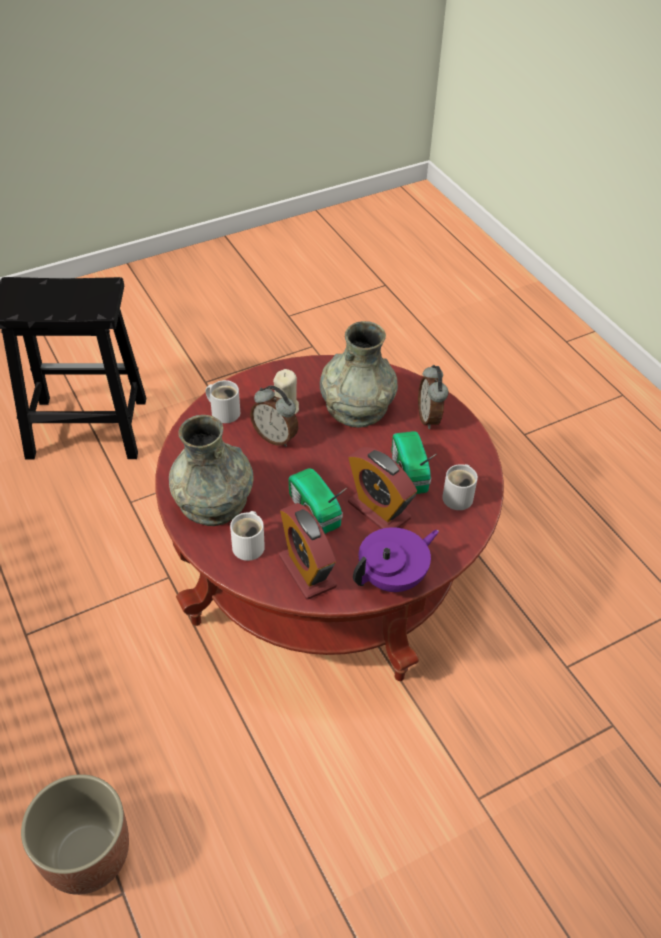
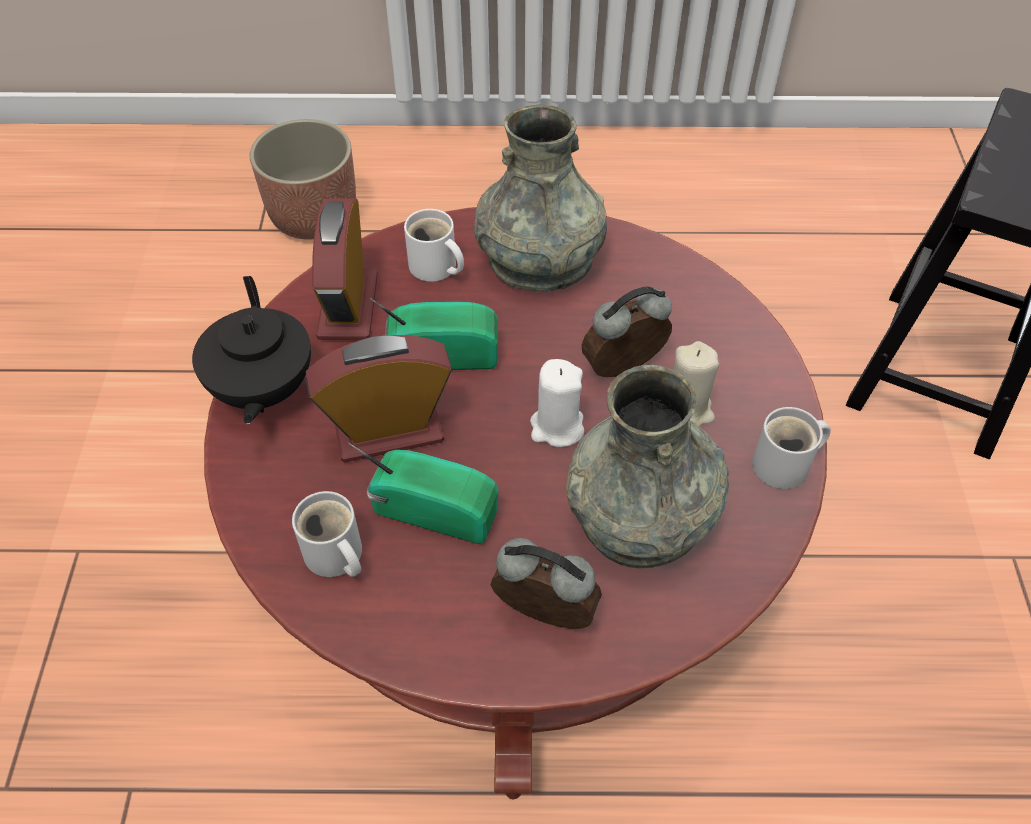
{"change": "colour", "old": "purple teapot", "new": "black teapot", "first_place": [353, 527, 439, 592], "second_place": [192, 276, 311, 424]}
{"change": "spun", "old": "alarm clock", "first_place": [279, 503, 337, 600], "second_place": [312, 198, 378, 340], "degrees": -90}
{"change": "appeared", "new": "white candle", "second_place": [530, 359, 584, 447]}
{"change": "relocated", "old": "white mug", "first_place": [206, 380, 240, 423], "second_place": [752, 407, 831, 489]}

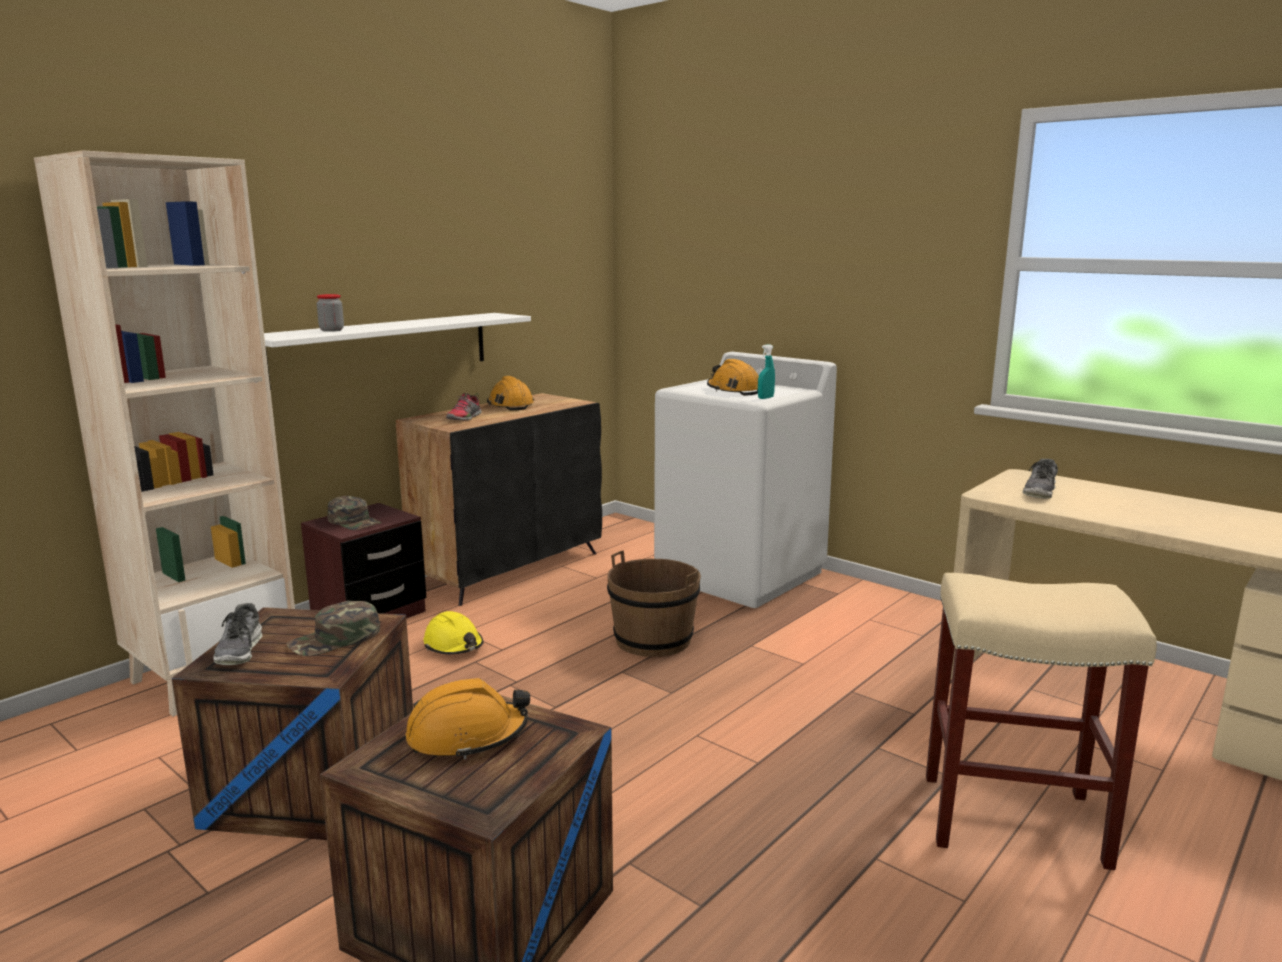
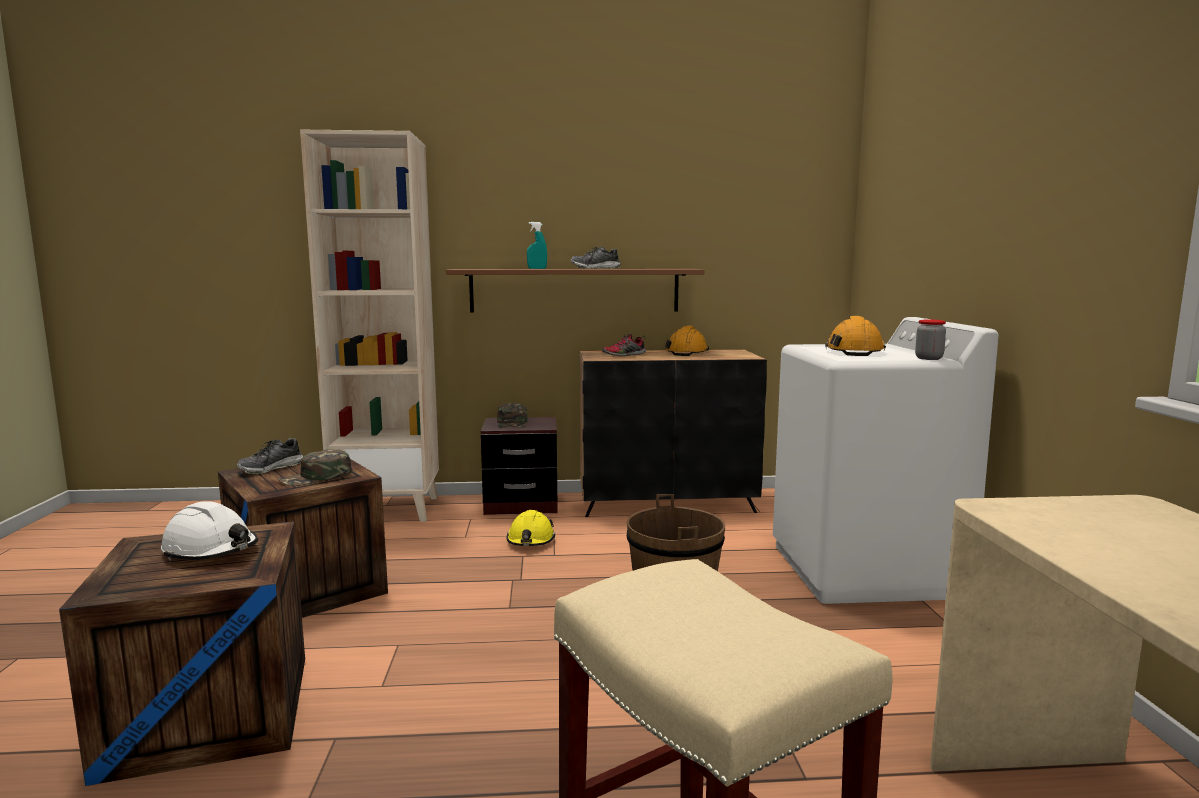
{"change": "colour", "old": "orange hard hat", "new": "white hard hat", "first_place": [406, 678, 530, 760], "second_place": [161, 501, 258, 561]}
{"change": "spun", "old": "green cap", "first_place": [286, 601, 380, 656], "second_place": [278, 449, 352, 486], "degrees": -45}
{"change": "colour", "old": "white shelf", "new": "brown shelf", "first_place": [264, 313, 531, 390], "second_place": [446, 269, 705, 313]}
{"change": "relocated", "old": "turquoise spray bottle", "first_place": [758, 344, 775, 399], "second_place": [527, 222, 547, 269]}
{"change": "relocated", "old": "shoe", "first_place": [1022, 459, 1058, 499], "second_place": [571, 246, 621, 269]}
{"change": "relocated", "old": "jar", "first_place": [317, 294, 344, 332], "second_place": [915, 319, 946, 360]}

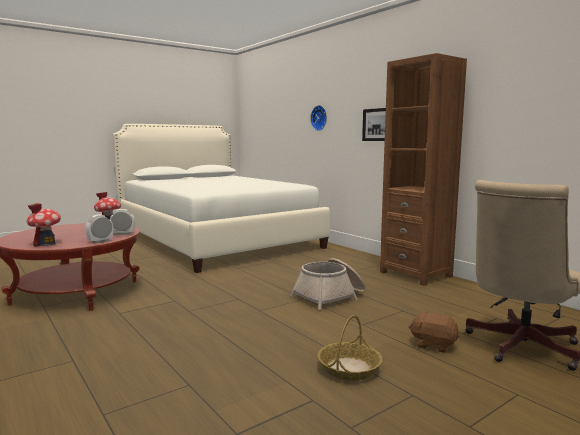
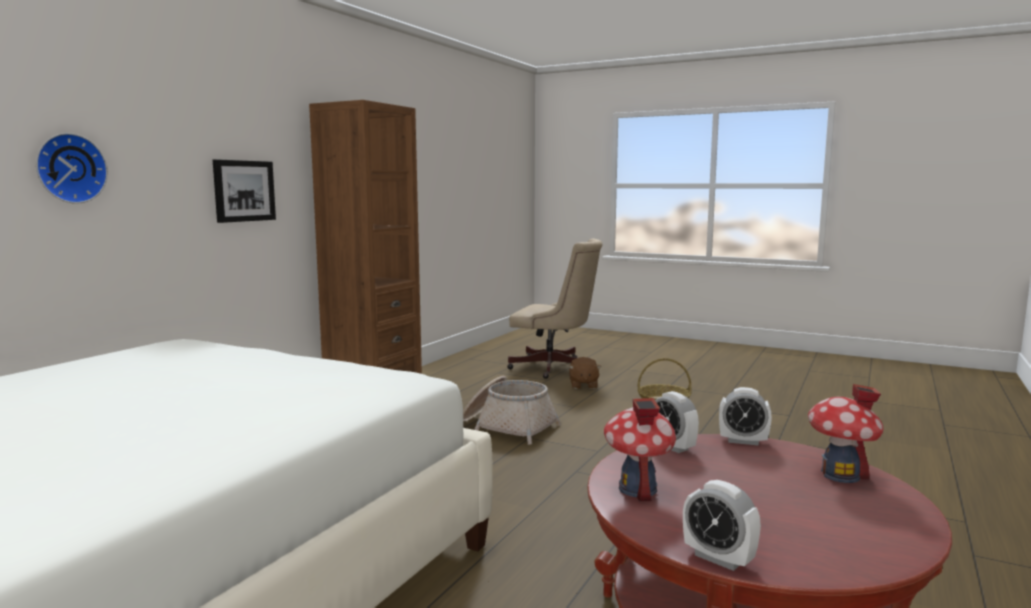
{"change": "appeared", "new": "alarm clock", "second_place": [683, 480, 761, 571]}

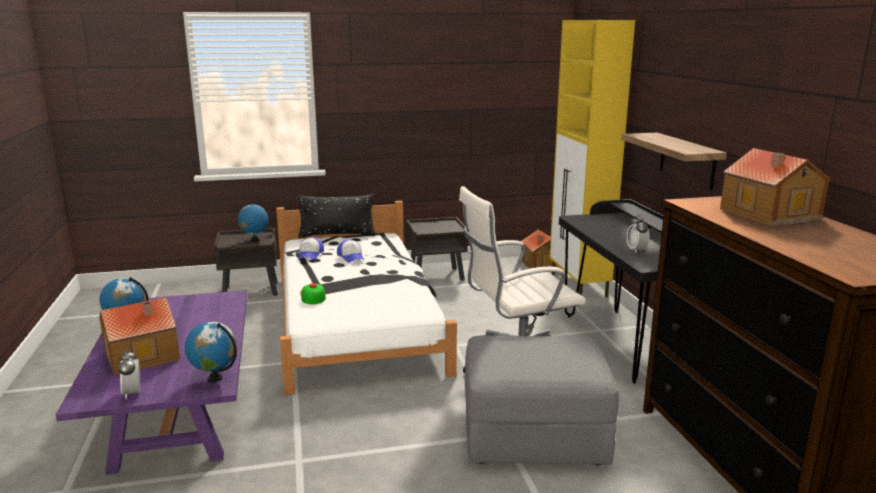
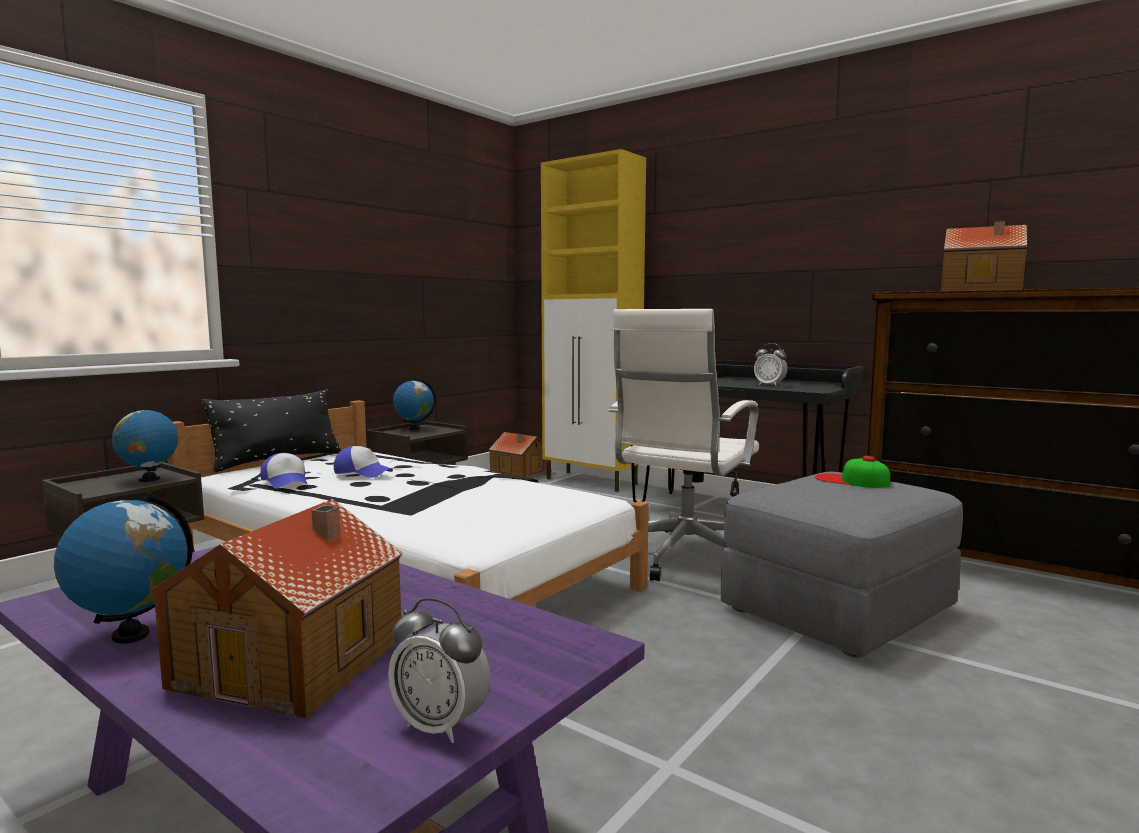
{"change": "relocated", "old": "globe", "first_place": [185, 322, 237, 383], "second_place": [393, 379, 436, 430]}
{"change": "relocated", "old": "cap", "first_place": [300, 283, 326, 304], "second_place": [815, 456, 890, 488]}
{"change": "missing", "old": "shelf", "first_place": [621, 133, 727, 190]}

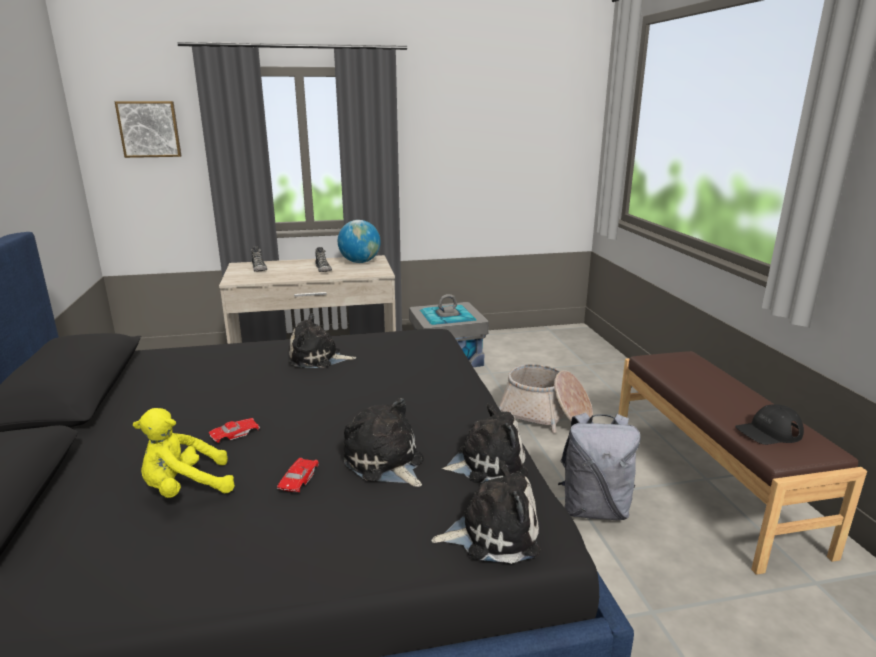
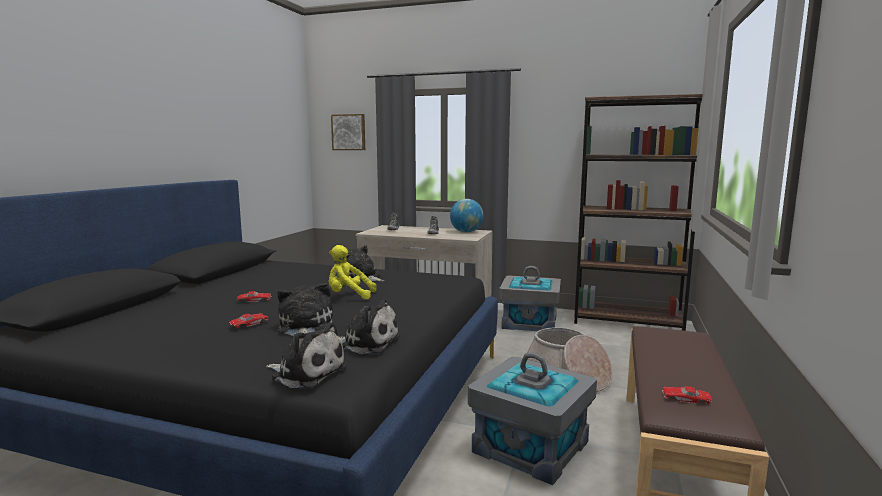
{"change": "relocated", "old": "yellow plush toy", "first_place": [133, 408, 235, 498], "second_place": [329, 245, 377, 300]}
{"change": "exchanged", "old": "grey backpack", "new": "grey storage box", "first_place": [558, 413, 641, 520], "second_place": [468, 353, 597, 485]}
{"change": "appeared", "new": "brown bookcase", "second_place": [574, 94, 703, 331]}
{"change": "exchanged", "old": "black cap", "new": "red toy car", "first_place": [735, 404, 804, 445], "second_place": [662, 386, 712, 404]}

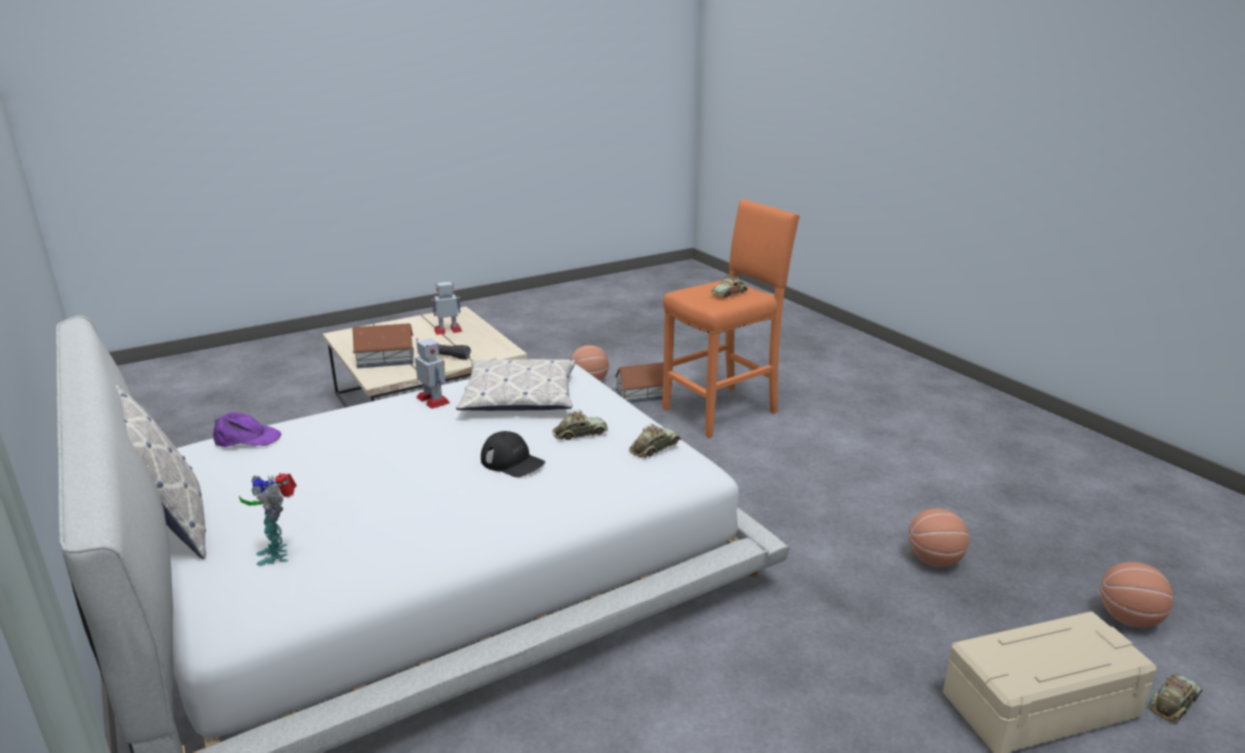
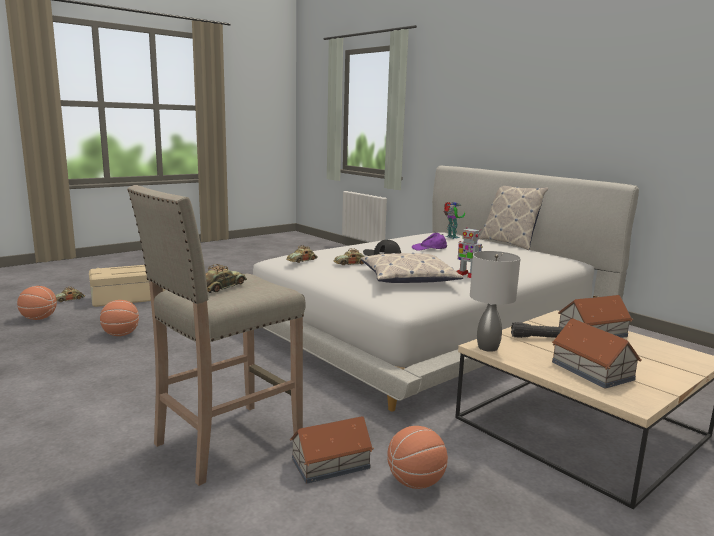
{"change": "colour", "old": "orange stool", "new": "beige stool", "first_place": [662, 199, 800, 438], "second_place": [127, 185, 306, 486]}
{"change": "relocated", "old": "purple cap", "first_place": [213, 412, 281, 447], "second_place": [412, 233, 447, 251]}
{"change": "appeared", "new": "grey table lamp", "second_place": [470, 251, 521, 352]}
{"change": "exchanged", "old": "toy robot", "new": "toy house", "first_place": [432, 281, 462, 335], "second_place": [552, 318, 642, 389]}

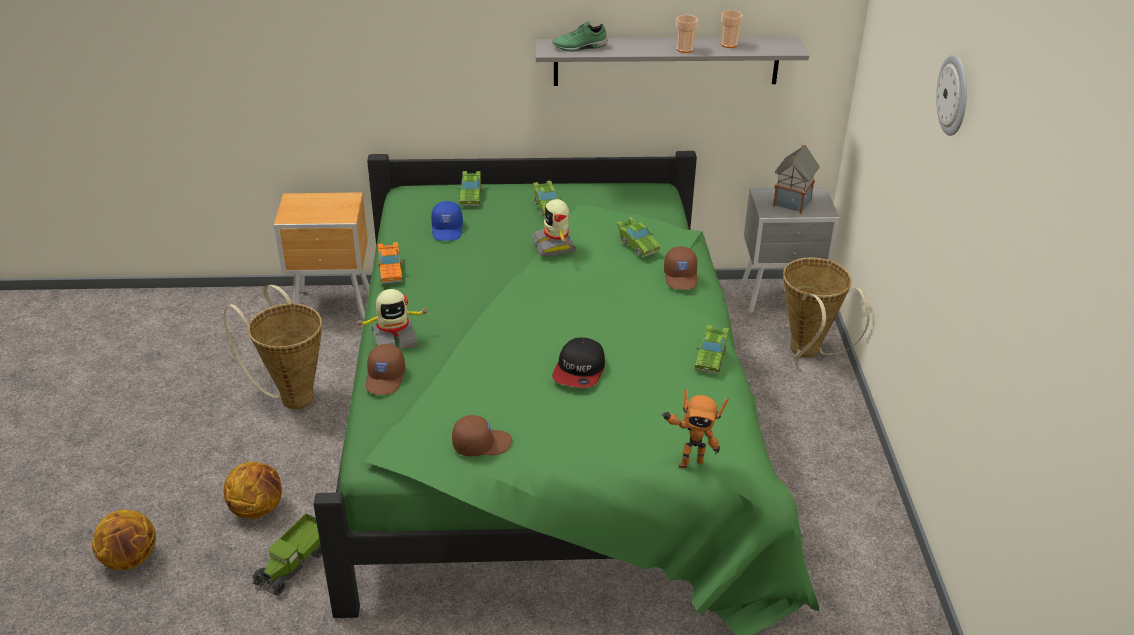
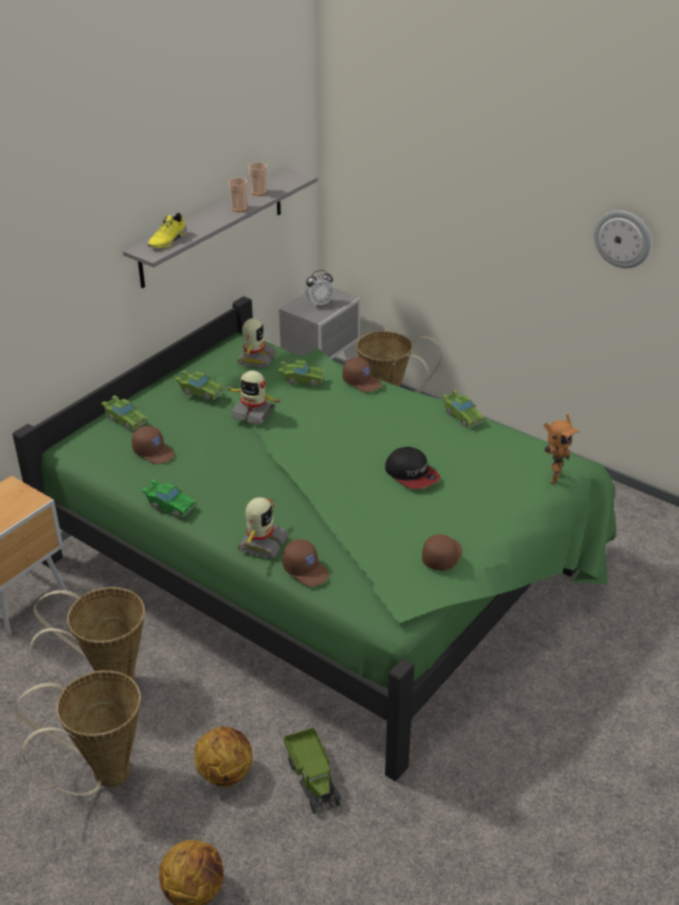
{"change": "appeared", "new": "basket", "second_place": [15, 670, 141, 796]}
{"change": "colour", "old": "blue cap", "new": "brown cap", "first_place": [431, 201, 463, 241], "second_place": [132, 426, 175, 464]}
{"change": "colour", "old": "orange toy car", "new": "green toy car", "first_place": [377, 242, 403, 284], "second_place": [142, 479, 196, 518]}
{"change": "colour", "old": "green shoe", "new": "yellow shoe", "first_place": [552, 21, 608, 51], "second_place": [148, 213, 187, 248]}
{"change": "appeared", "new": "toy robot", "second_place": [237, 318, 276, 368]}
{"change": "exchanged", "old": "toy house", "new": "alarm clock", "first_place": [773, 144, 820, 214], "second_place": [305, 270, 334, 307]}
{"change": "relocated", "old": "wall clock", "first_place": [936, 54, 967, 136], "second_place": [594, 210, 651, 268]}

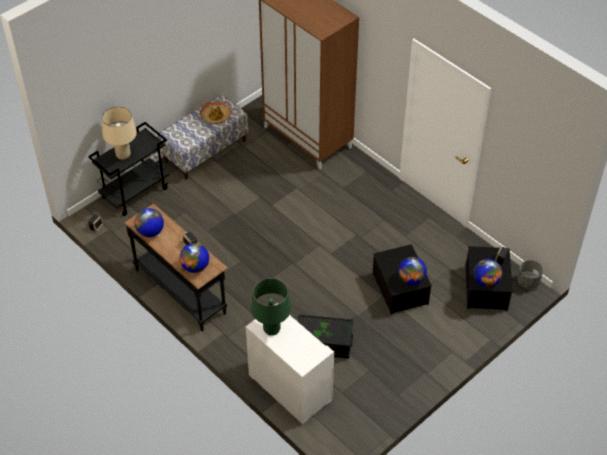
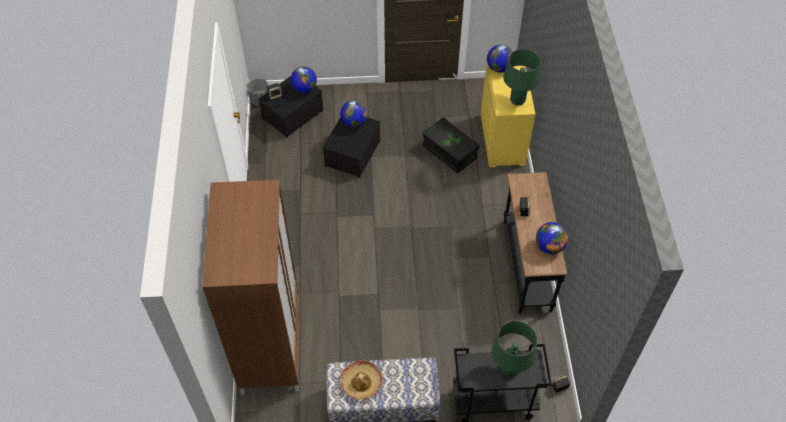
{"change": "colour", "old": "white dresser", "new": "yellow dresser", "first_place": [246, 304, 334, 425], "second_place": [480, 63, 535, 167]}
{"change": "relocated", "old": "globe", "first_place": [180, 243, 209, 273], "second_place": [487, 45, 513, 73]}
{"change": "colour", "old": "beige table lamp", "new": "green table lamp", "first_place": [102, 106, 137, 160], "second_place": [492, 321, 537, 377]}

